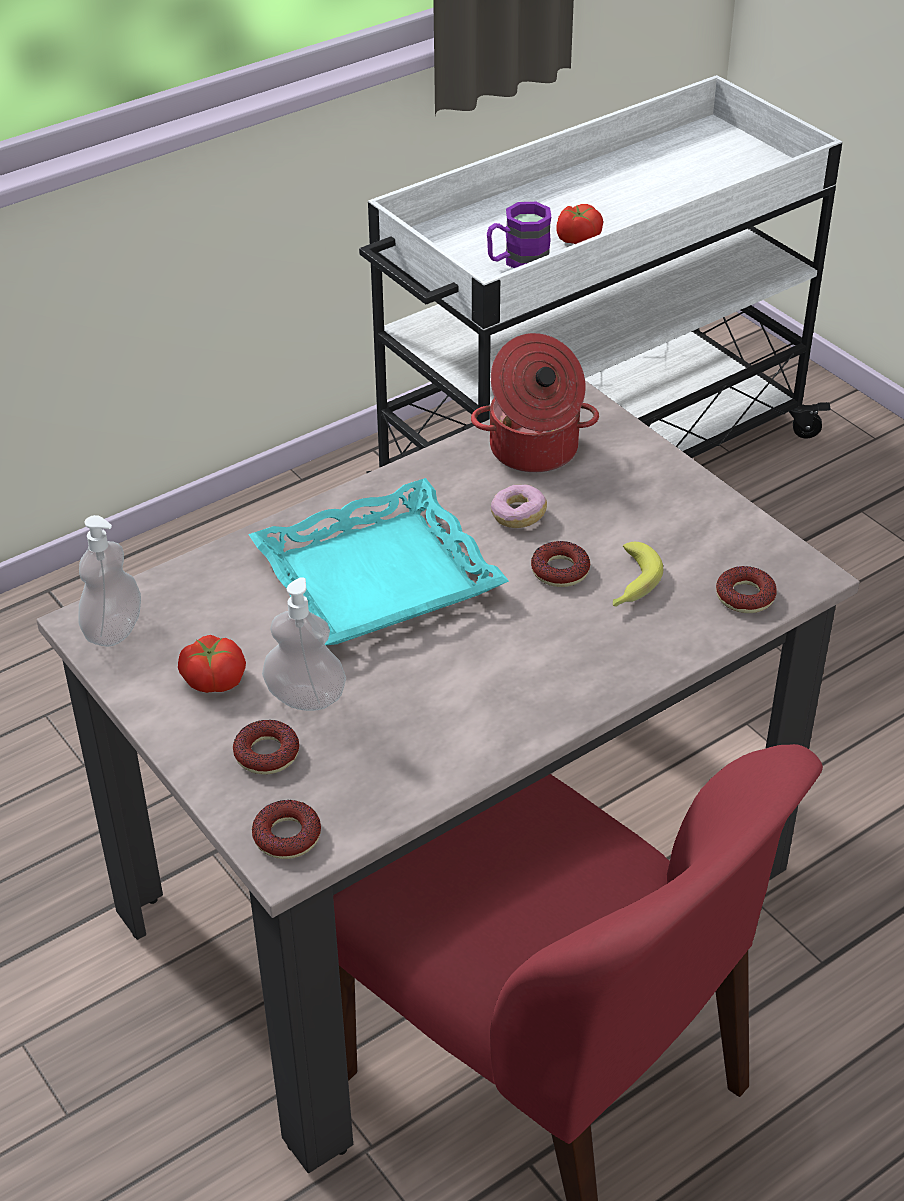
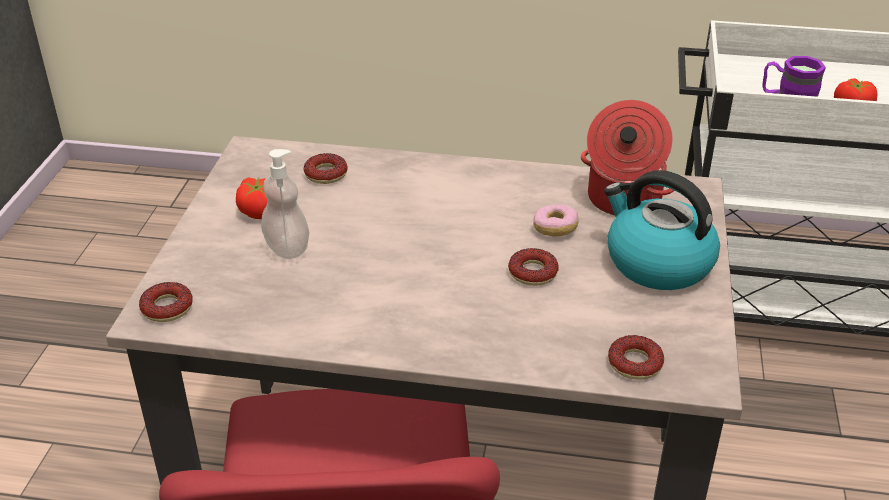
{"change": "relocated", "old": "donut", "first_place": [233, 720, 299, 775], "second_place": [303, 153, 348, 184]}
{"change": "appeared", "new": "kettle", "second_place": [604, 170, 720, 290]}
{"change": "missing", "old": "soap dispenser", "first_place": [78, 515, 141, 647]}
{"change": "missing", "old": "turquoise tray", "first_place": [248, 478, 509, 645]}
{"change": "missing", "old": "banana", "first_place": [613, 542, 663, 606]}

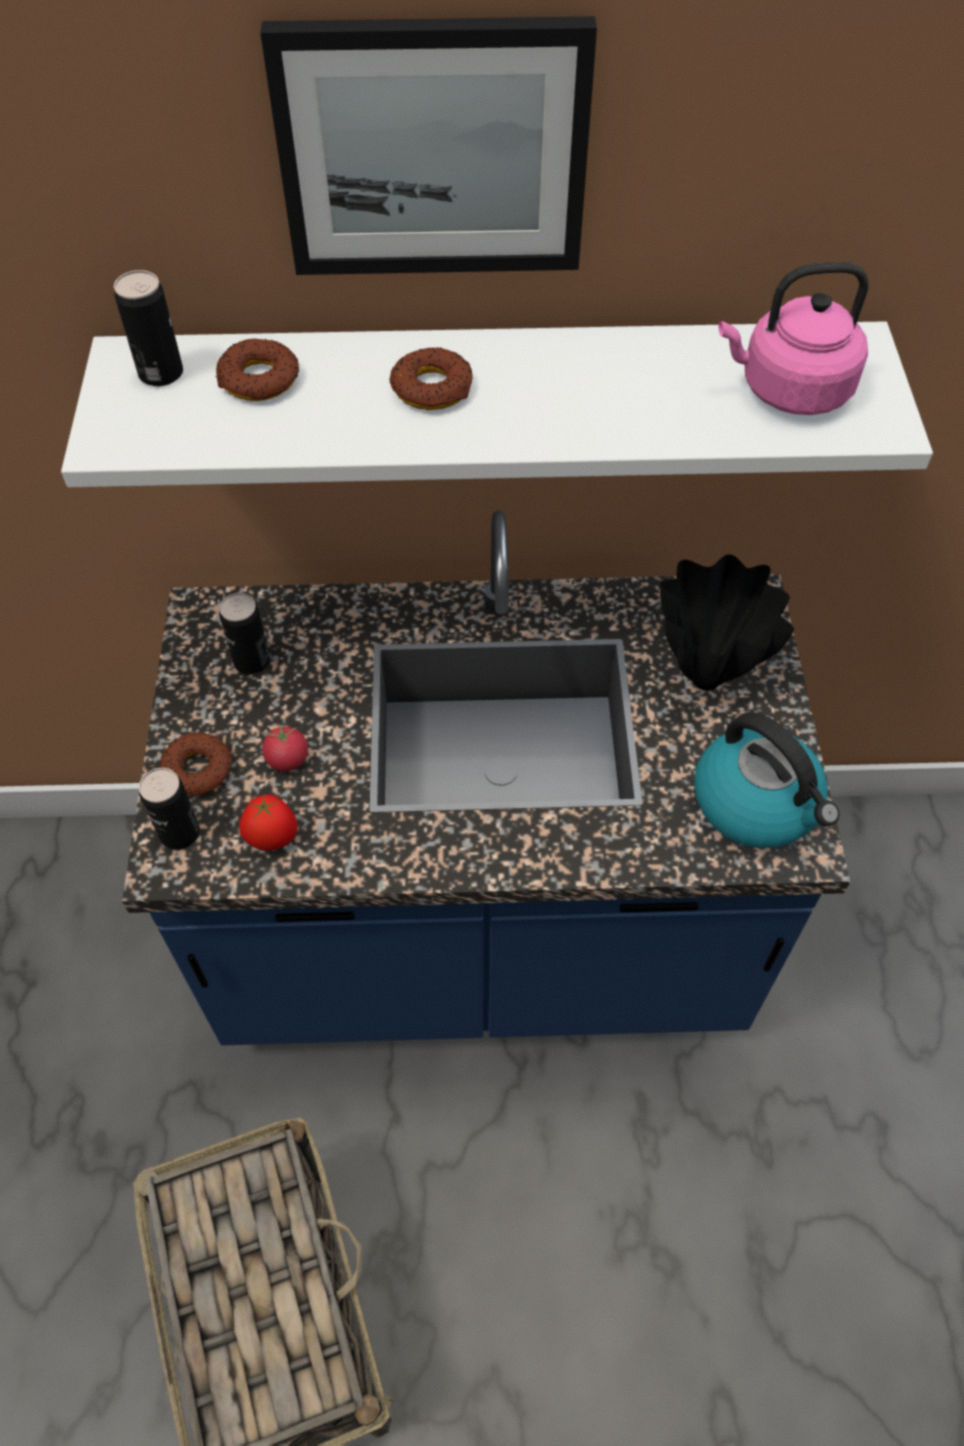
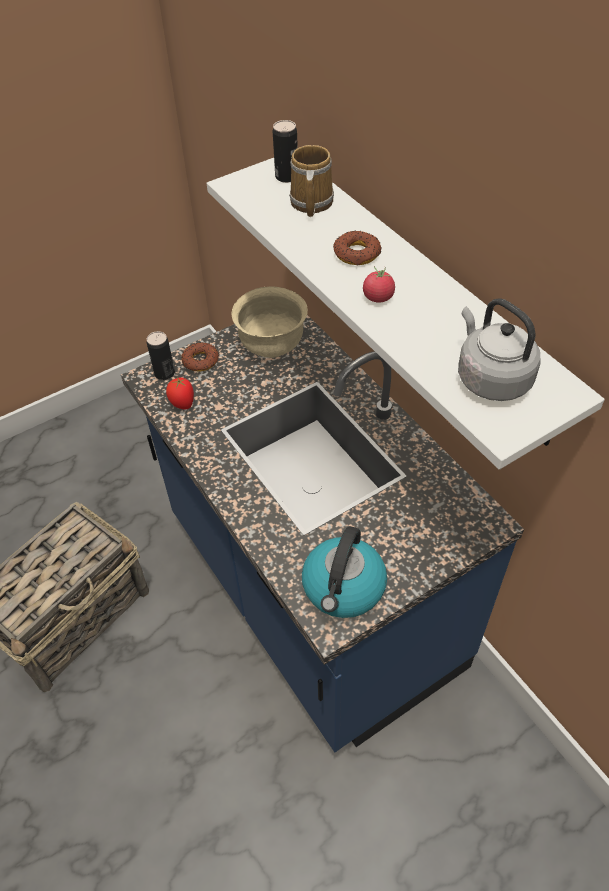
{"change": "exchanged", "old": "can", "new": "beige bowl", "first_place": [219, 593, 270, 674], "second_place": [232, 286, 308, 358]}
{"change": "exchanged", "old": "donut", "new": "mug", "first_place": [216, 338, 299, 401], "second_place": [289, 145, 334, 217]}
{"change": "relocated", "old": "tomato", "first_place": [262, 724, 308, 771], "second_place": [363, 266, 395, 303]}
{"change": "colour", "old": "pink kettle", "new": "grey kettle", "first_place": [719, 262, 869, 415], "second_place": [458, 298, 541, 401]}
{"change": "missing", "old": "picture", "first_place": [260, 16, 597, 275]}
{"change": "missing", "old": "black vase", "first_place": [660, 554, 794, 691]}

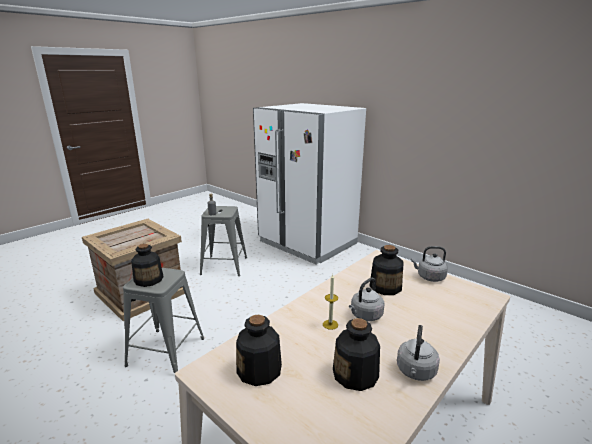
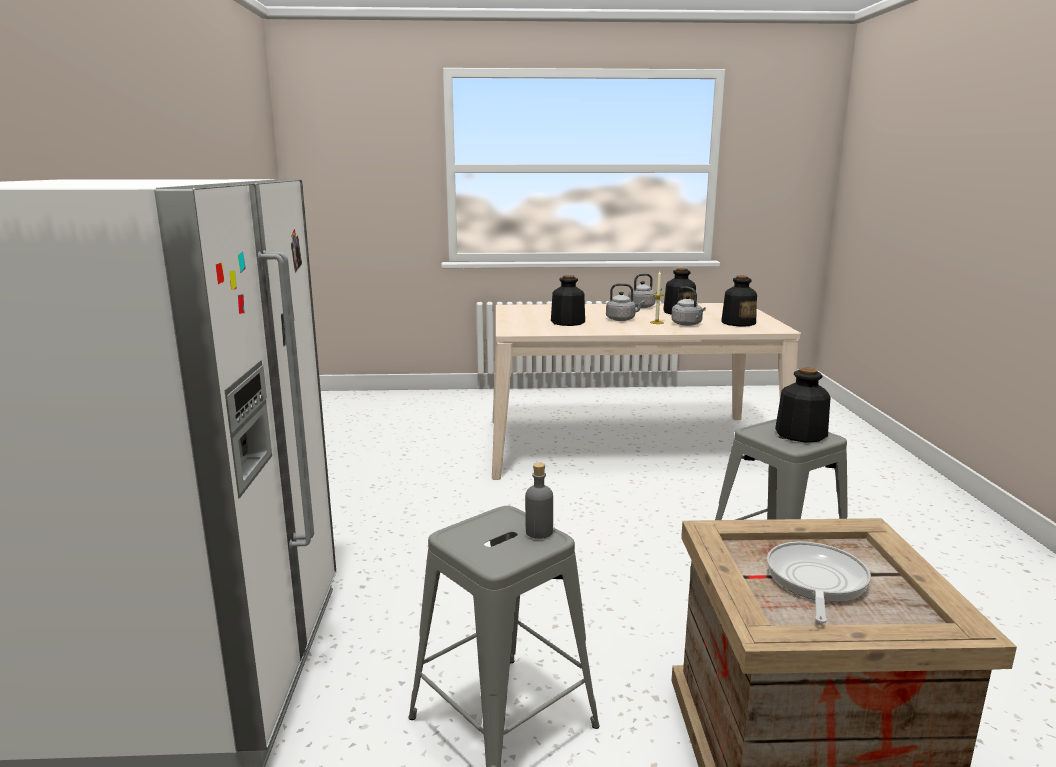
{"change": "relocated", "old": "grey kettle", "first_place": [411, 246, 448, 282], "second_place": [671, 287, 706, 326]}
{"change": "appeared", "new": "frying pan", "second_place": [767, 542, 871, 623]}

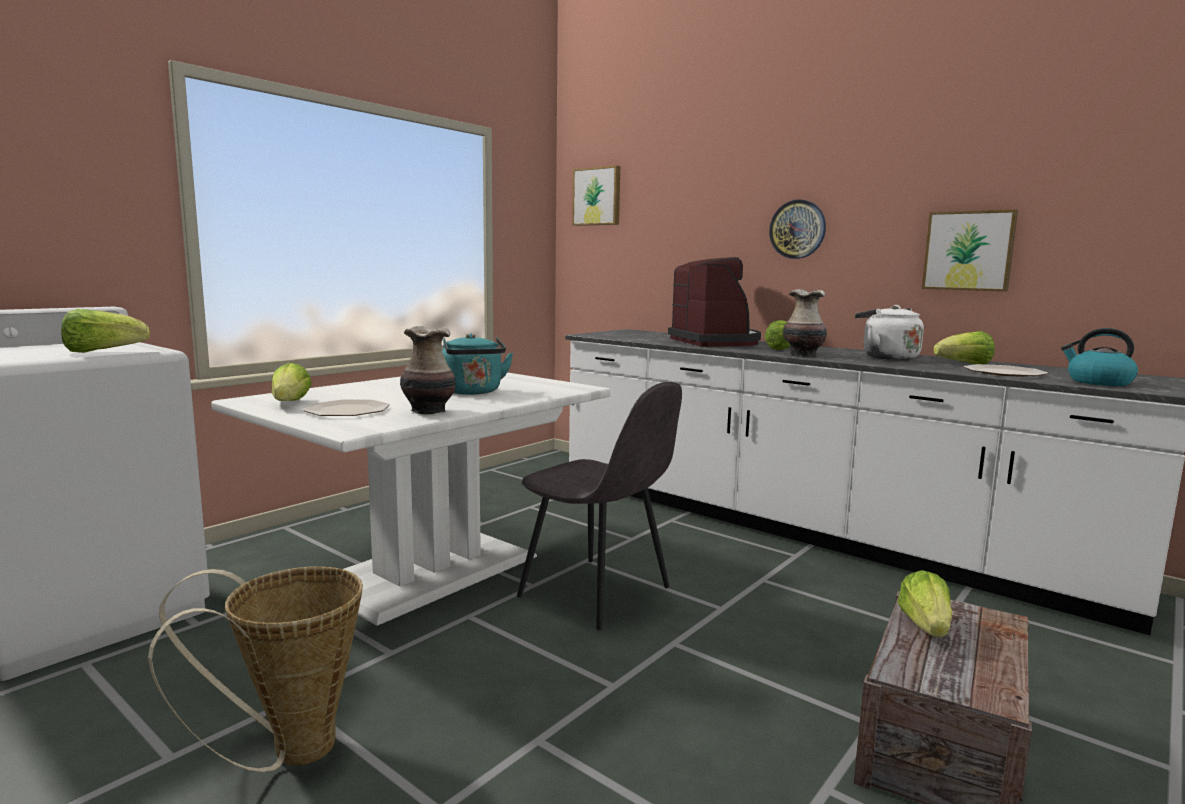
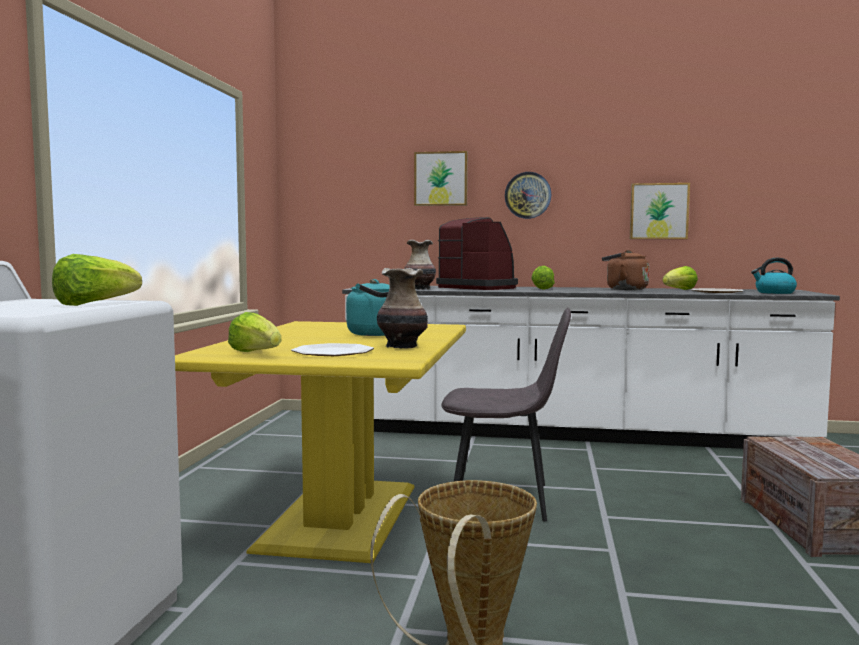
{"change": "colour", "old": "white dining table", "new": "yellow dining table", "first_place": [211, 372, 611, 626], "second_place": [175, 321, 466, 563]}
{"change": "relocated", "old": "vase", "first_place": [783, 289, 827, 357], "second_place": [404, 240, 436, 290]}
{"change": "relocated", "old": "picture", "first_place": [572, 165, 620, 226], "second_place": [414, 151, 468, 206]}
{"change": "colour", "old": "white kettle", "new": "brown kettle", "first_place": [855, 305, 924, 360], "second_place": [602, 250, 649, 290]}
{"change": "missing", "old": "lettuce", "first_place": [898, 570, 952, 637]}

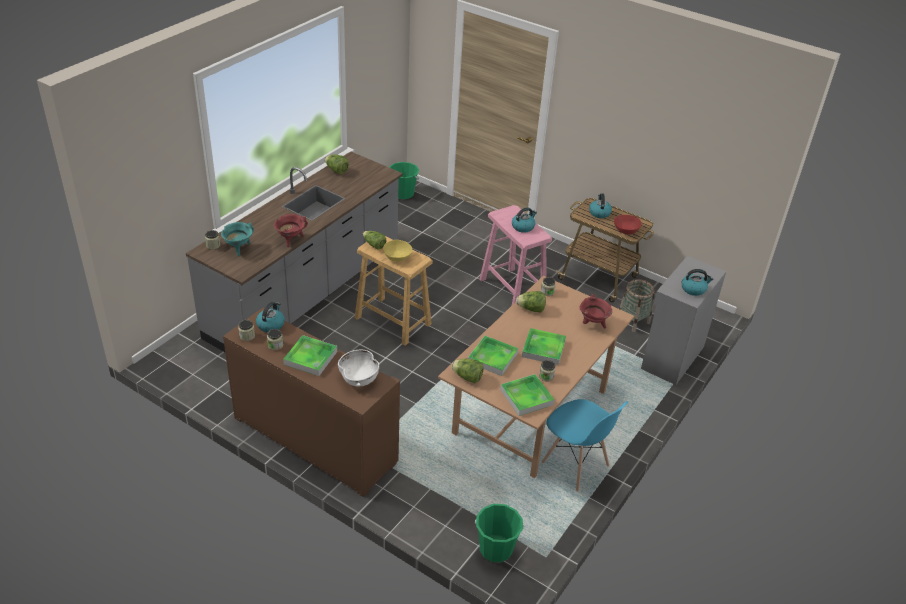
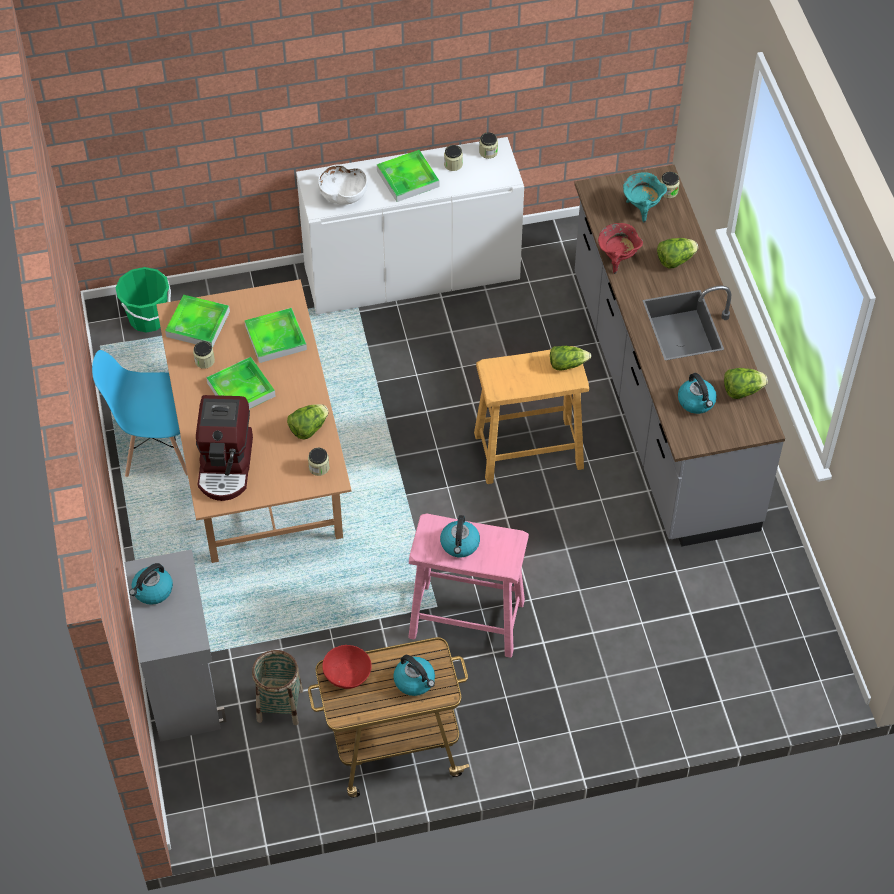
{"change": "exchanged", "old": "red cooking pot", "new": "coffee machine", "first_place": [579, 294, 612, 328], "second_place": [196, 395, 253, 501]}
{"change": "colour", "old": "brown cabinet", "new": "white cabinet", "first_place": [223, 308, 400, 497], "second_place": [296, 137, 524, 315]}
{"change": "relocated", "old": "lettuce", "first_place": [451, 359, 484, 383], "second_place": [657, 238, 698, 268]}
{"change": "relocated", "old": "kettle", "first_place": [256, 302, 285, 333], "second_place": [678, 373, 717, 414]}
{"change": "missing", "old": "yellow bowl", "first_place": [383, 240, 412, 262]}
{"change": "missing", "old": "green bucket", "first_place": [389, 162, 419, 199]}

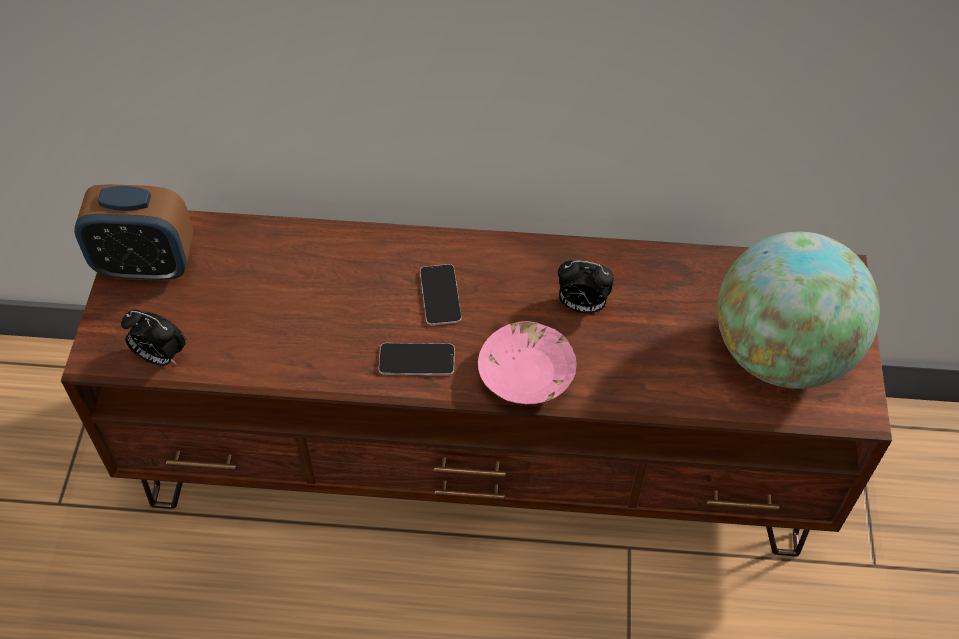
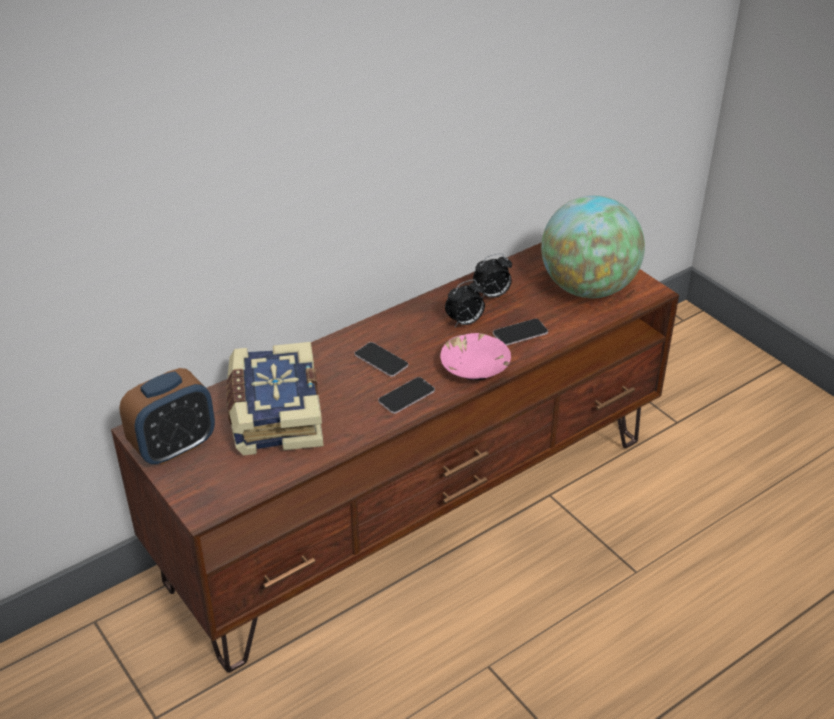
{"change": "appeared", "new": "book", "second_place": [226, 342, 324, 455]}
{"change": "relocated", "old": "alarm clock", "first_place": [121, 309, 186, 366], "second_place": [473, 254, 512, 298]}
{"change": "appeared", "new": "phone", "second_place": [493, 319, 548, 346]}

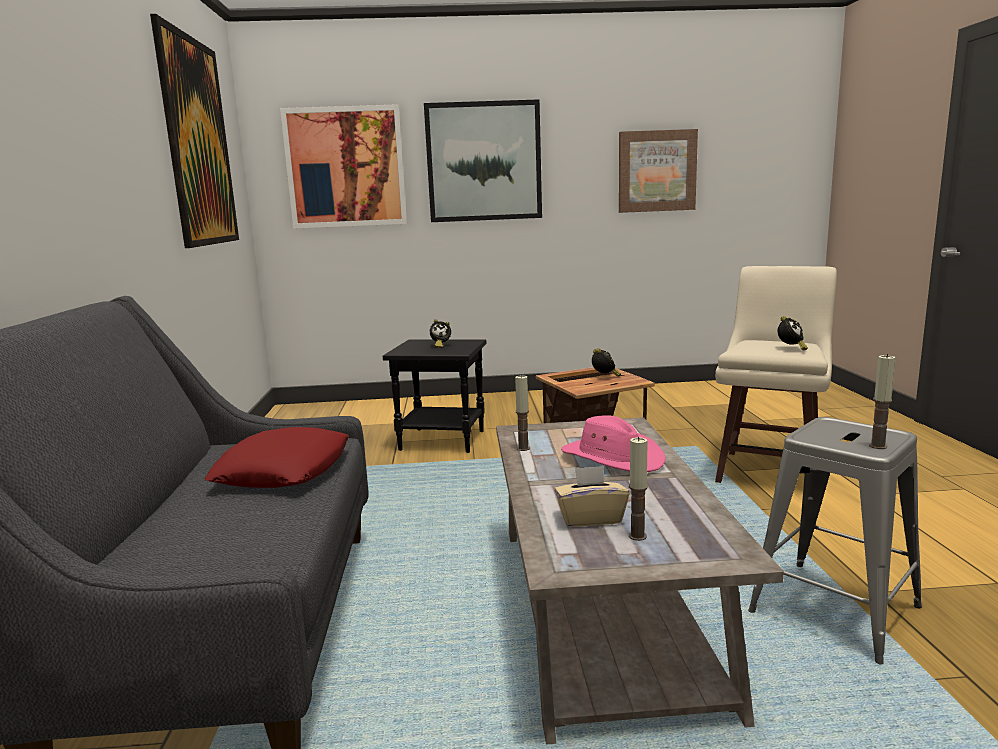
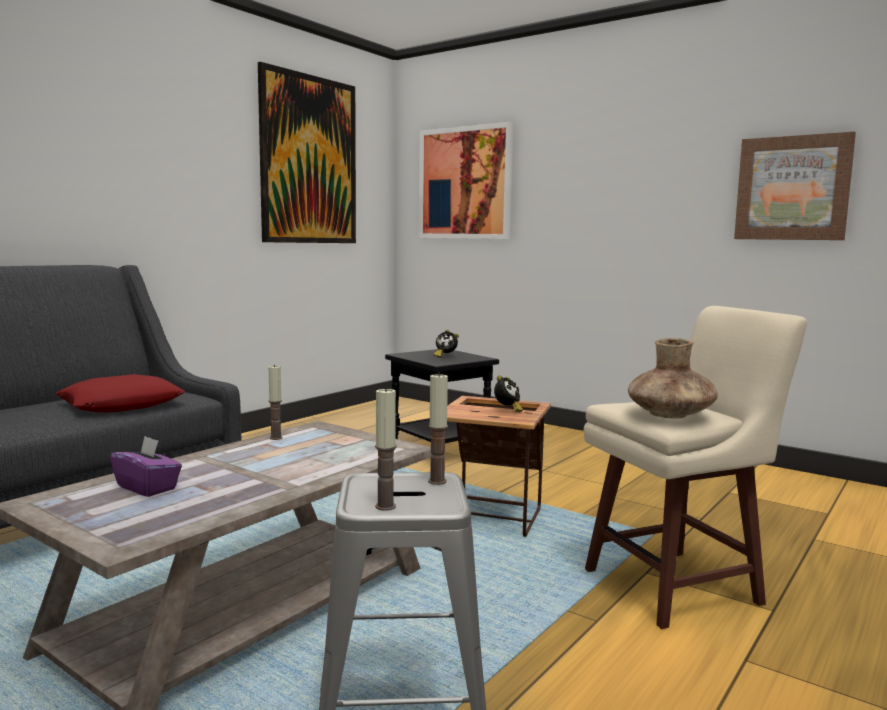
{"change": "colour", "old": "beige tissue box", "new": "purple tissue box", "first_place": [554, 466, 629, 527], "second_place": [110, 436, 182, 497]}
{"change": "relocated", "old": "candle", "first_place": [629, 437, 648, 541], "second_place": [428, 372, 448, 485]}
{"change": "exchanged", "old": "alarm clock", "new": "brown vase", "first_place": [778, 316, 808, 350], "second_place": [628, 338, 718, 419]}
{"change": "missing", "old": "picture", "first_place": [424, 99, 542, 222]}
{"change": "missing", "old": "pink hat", "first_place": [561, 415, 666, 472]}

